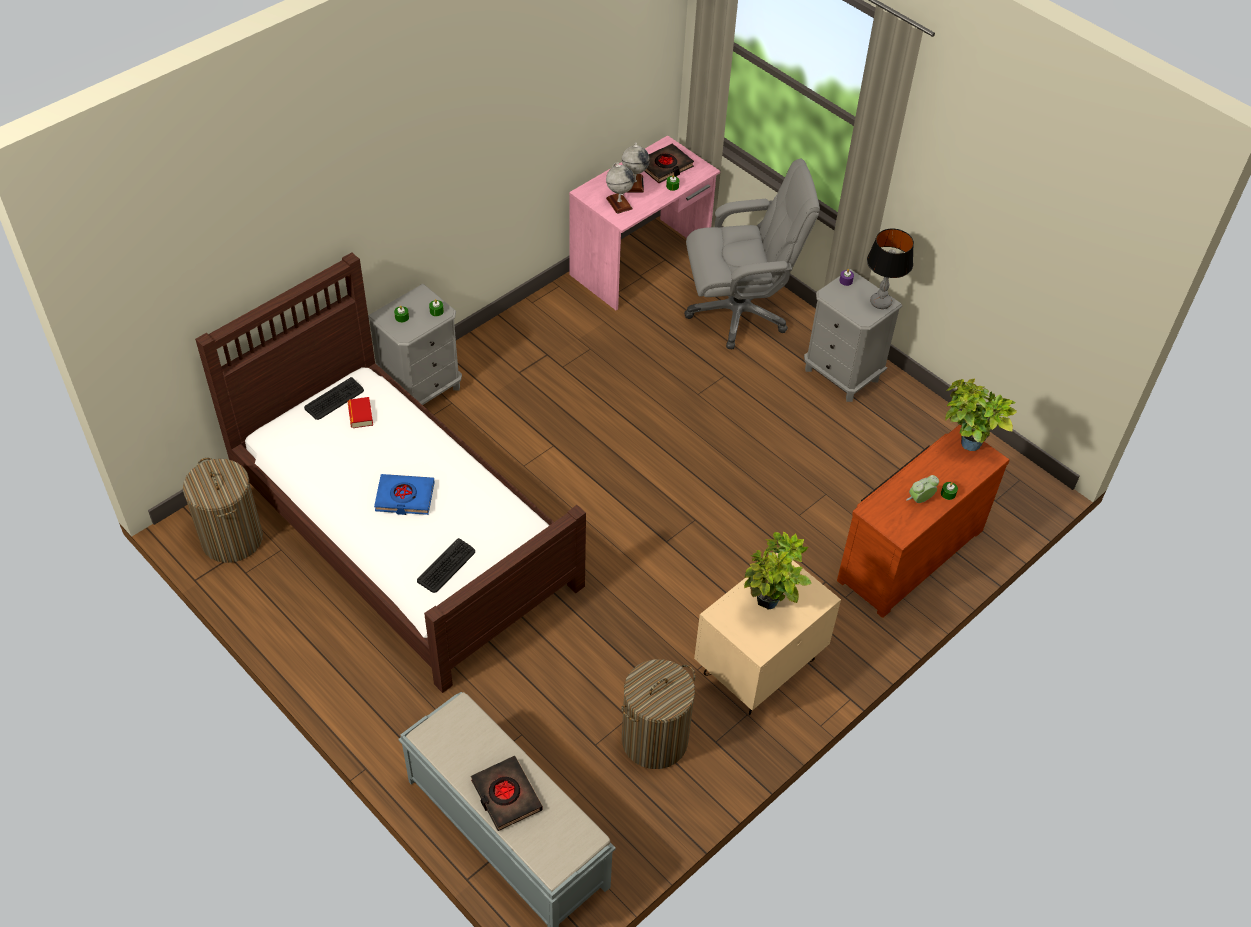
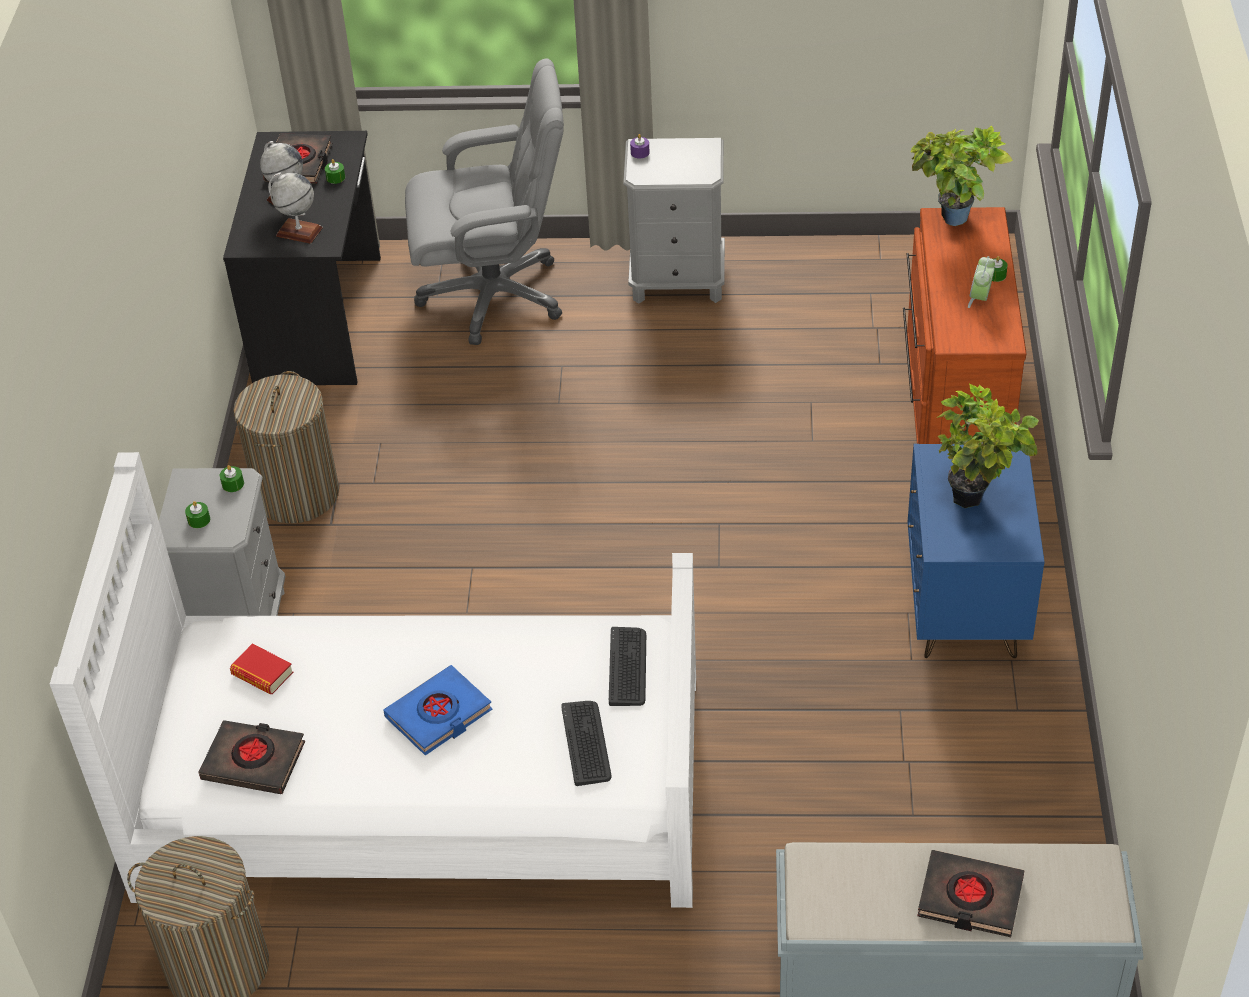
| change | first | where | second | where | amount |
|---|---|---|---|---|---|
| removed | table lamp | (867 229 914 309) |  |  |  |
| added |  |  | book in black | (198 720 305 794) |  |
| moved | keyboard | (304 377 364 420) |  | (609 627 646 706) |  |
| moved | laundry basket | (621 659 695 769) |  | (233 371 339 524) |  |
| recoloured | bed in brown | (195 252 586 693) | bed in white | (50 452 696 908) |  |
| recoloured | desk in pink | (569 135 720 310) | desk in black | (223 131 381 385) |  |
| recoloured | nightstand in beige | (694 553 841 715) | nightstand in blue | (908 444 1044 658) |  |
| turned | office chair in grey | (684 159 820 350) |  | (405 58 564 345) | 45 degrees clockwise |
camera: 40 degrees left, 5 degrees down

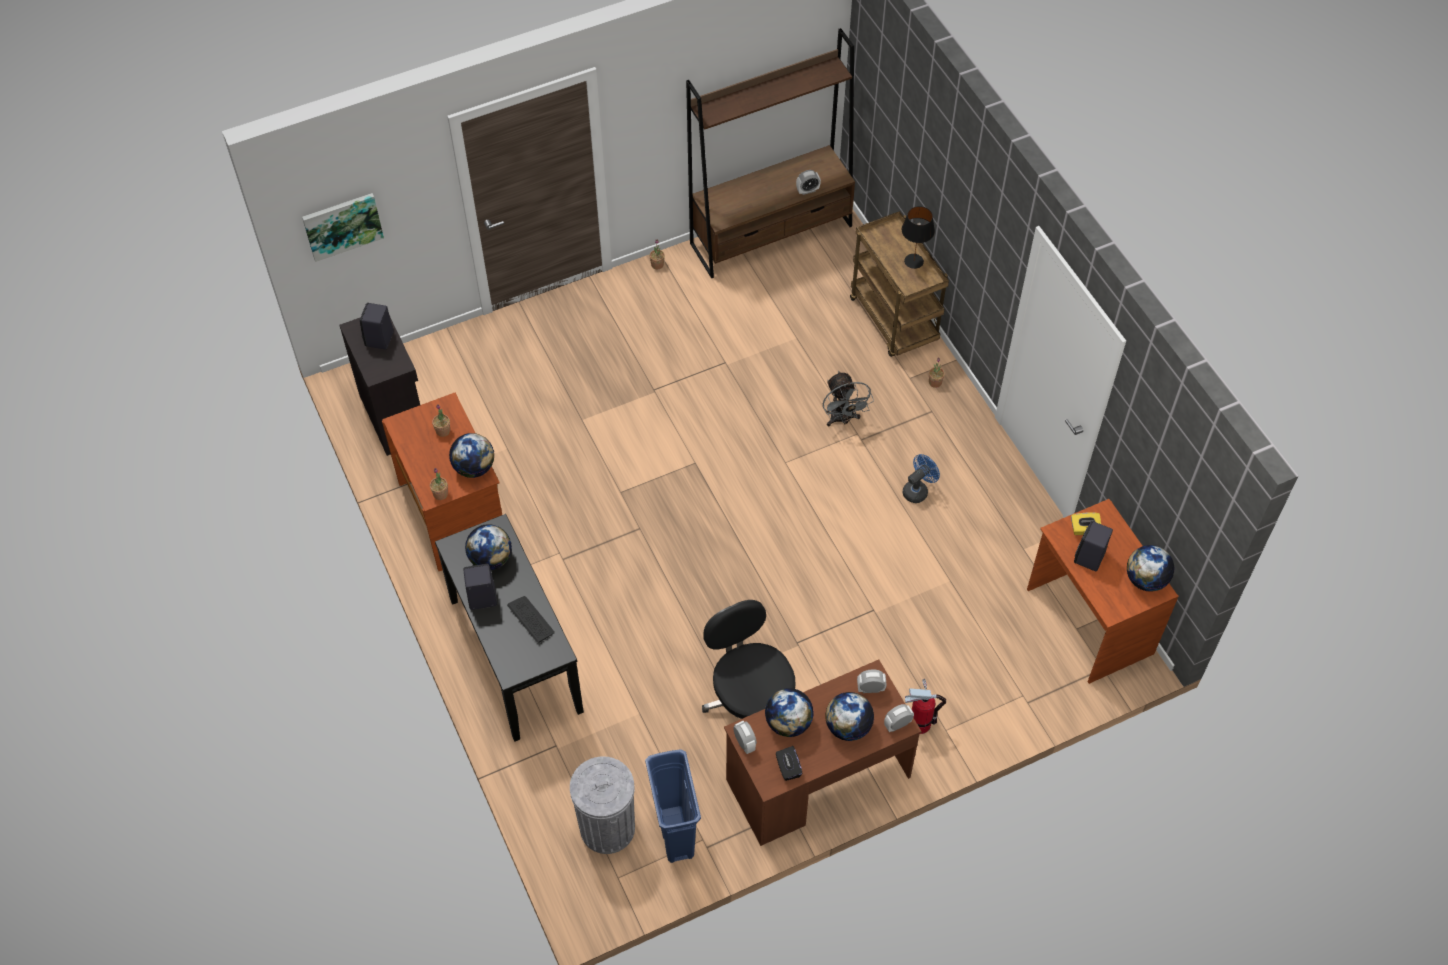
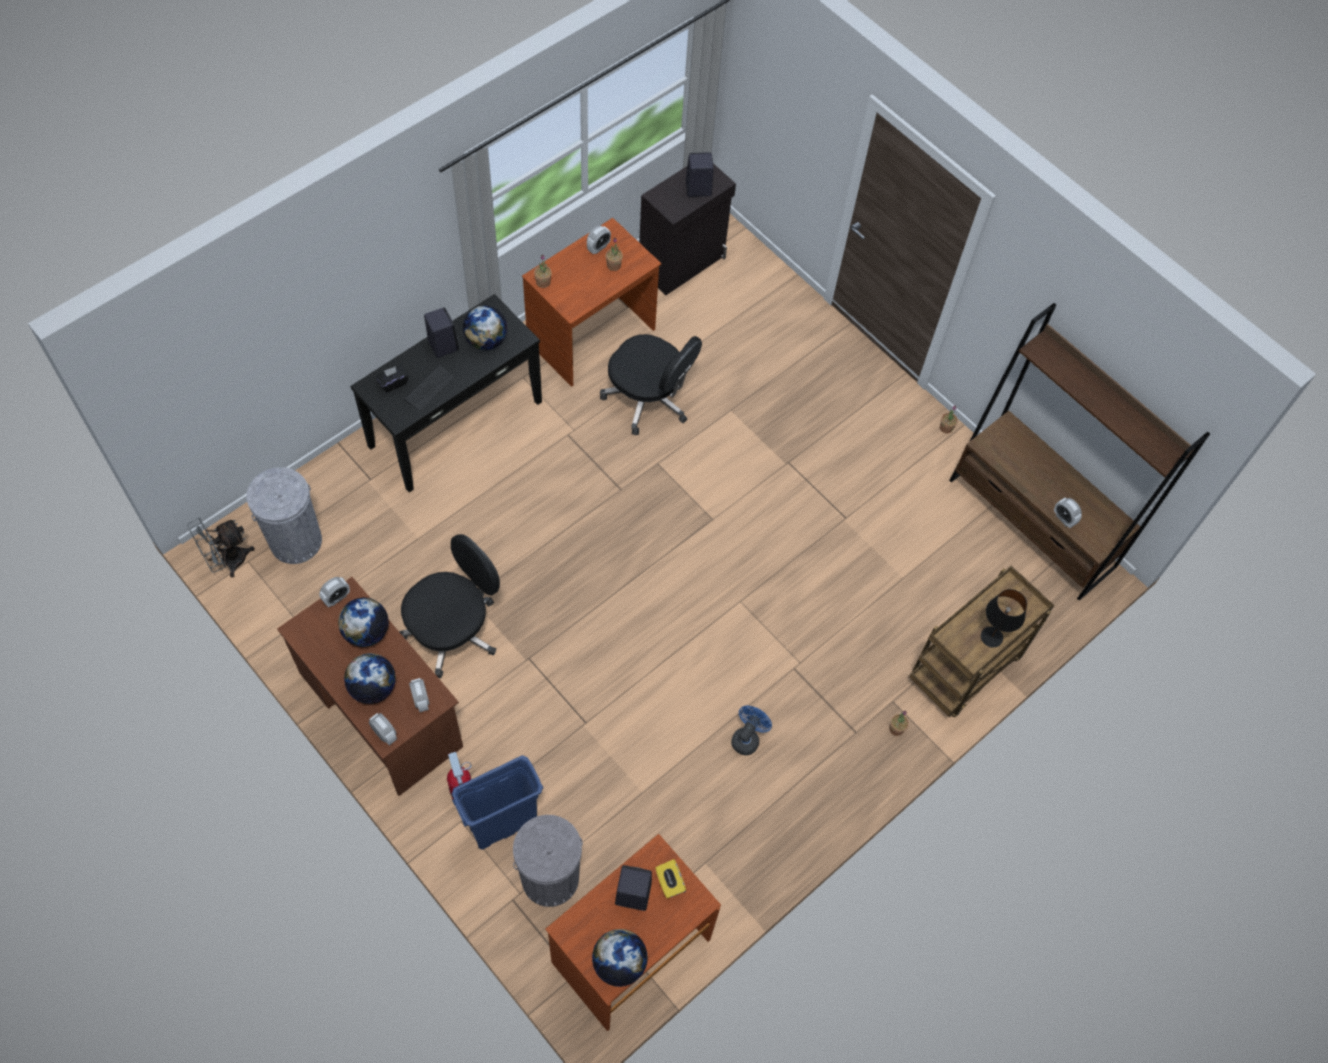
| change | first | where | second | where | amount |
|---|---|---|---|---|---|
| removed | picture | (302 193 384 262) |  |  |  |
| removed | globe | (449 433 494 478) |  |  |  |
| added |  |  | trash can in grey | (513 815 583 907) |  |
| added |  |  | alarm clock | (587 225 611 254) |  |
| added |  |  | office chair in black | (600 334 702 435) |  |
| moved | trash can in blue | (645 749 701 863) |  | (452 755 544 850) |  |
| moved | tissue box in black | (776 746 802 781) |  | (376 365 408 393) |  |
| moved | fan in grey | (823 371 874 426) |  | (187 518 255 578) |  |
| turned | fan in blue | (903 454 940 503) |  | (731 706 772 755) | 90 degrees counterclockwise |
camera: 70 degrees right, 5 degrees up

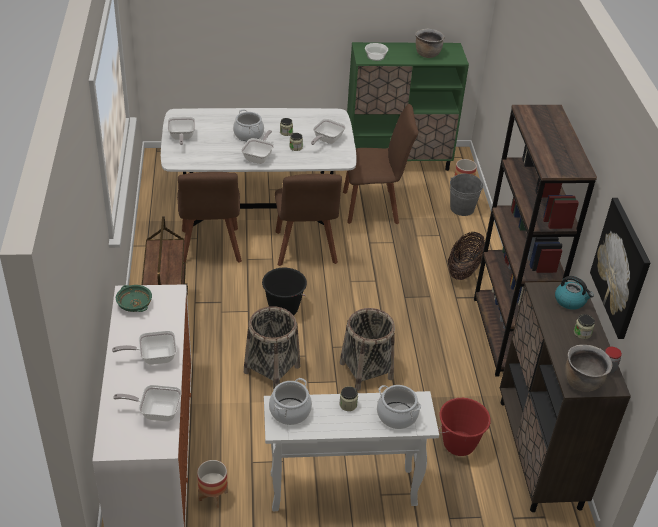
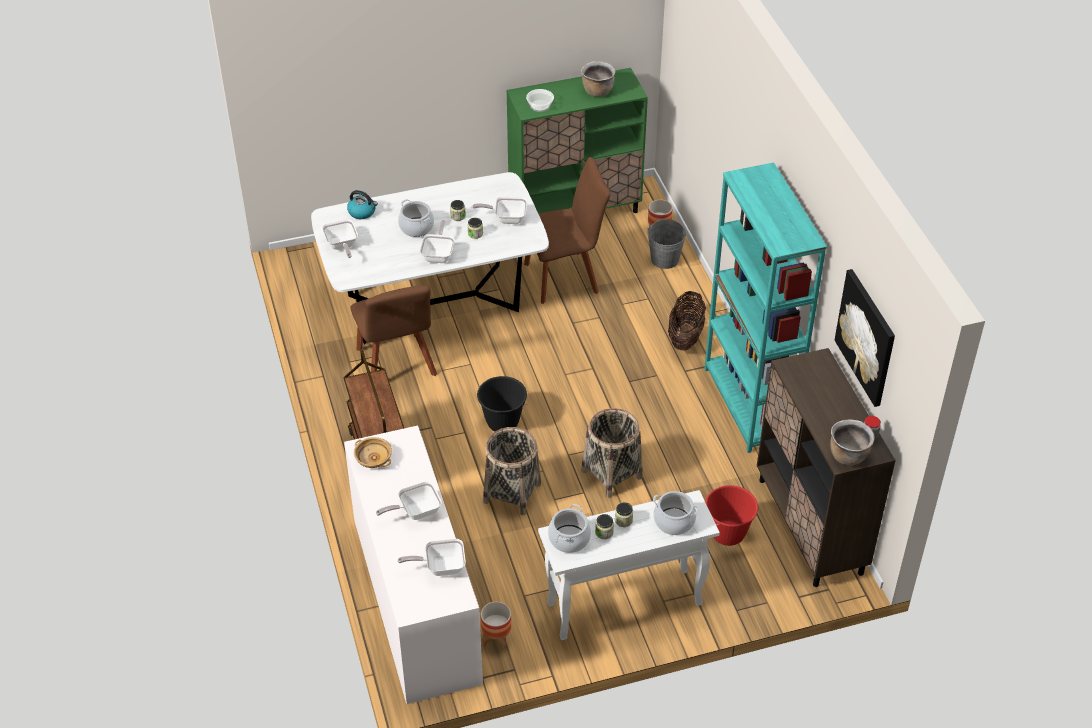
| change | first | where | second | where | amount |
|---|---|---|---|---|---|
| removed | chair in brown | (275 174 342 266) |  |  |  |
| moved | kettle | (555 276 594 310) |  | (347 190 378 219) |  |
| moved | jar | (574 314 595 339) |  | (595 514 614 539) |  |
| recoloured | bowl in green | (116 285 152 312) | bowl in beige | (354 437 392 468) |  |
| recoloured | bookcase in brown | (474 105 597 377) | bookcase in turquoise | (704 163 827 453) |  |
| turned | frying pan | (311 119 346 145) |  | (472 196 527 224) | 75 degrees clockwise |
camera: 10 degrees left, 5 degrees up

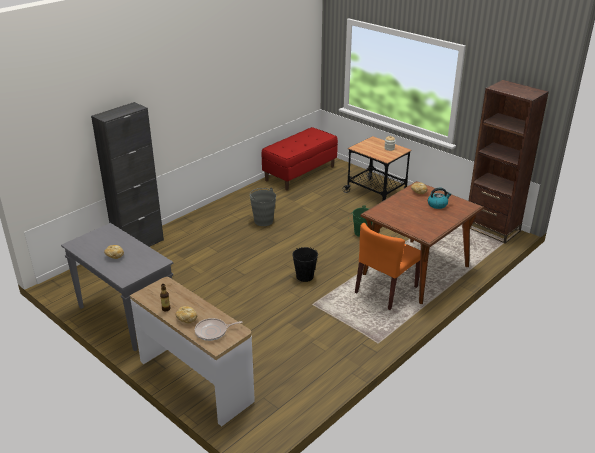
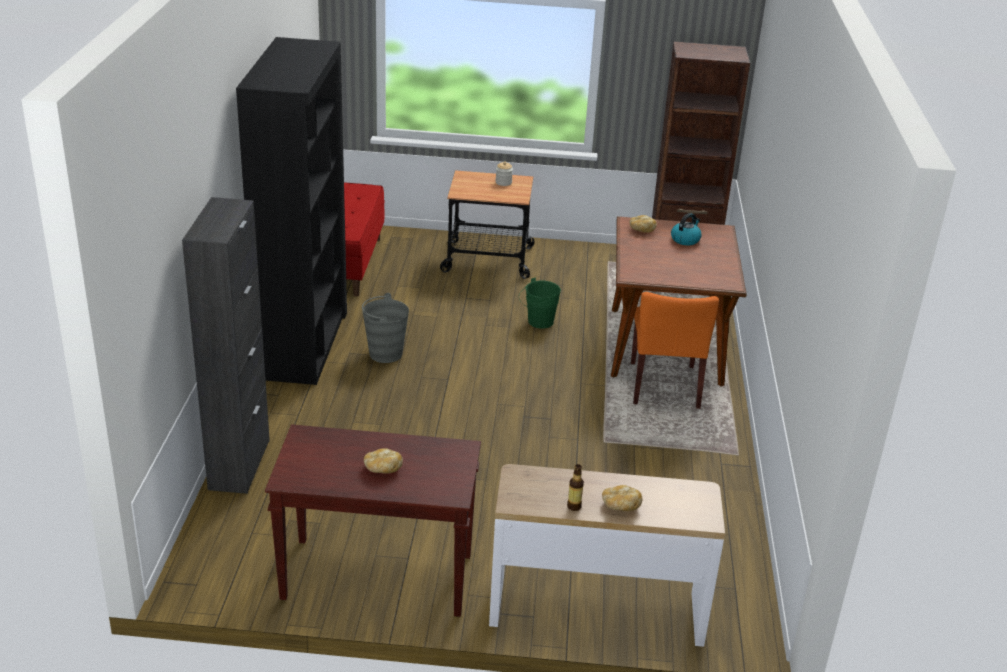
| change | first | where | second | where | amount |
|---|---|---|---|---|---|
| removed | frying pan | (195 318 242 341) |  |  |  |
| removed | bucket in black | (292 247 318 282) |  |  |  |
| added |  |  | bookcase in black | (236 37 347 385) |  |
| recoloured | console table in grey | (61 223 173 351) | console table in brown | (265 424 481 617) |  |
camera: 40 degrees left, 0 degrees up

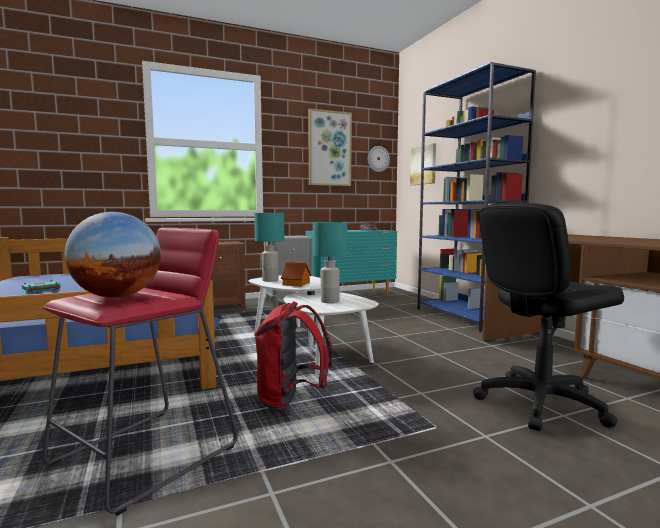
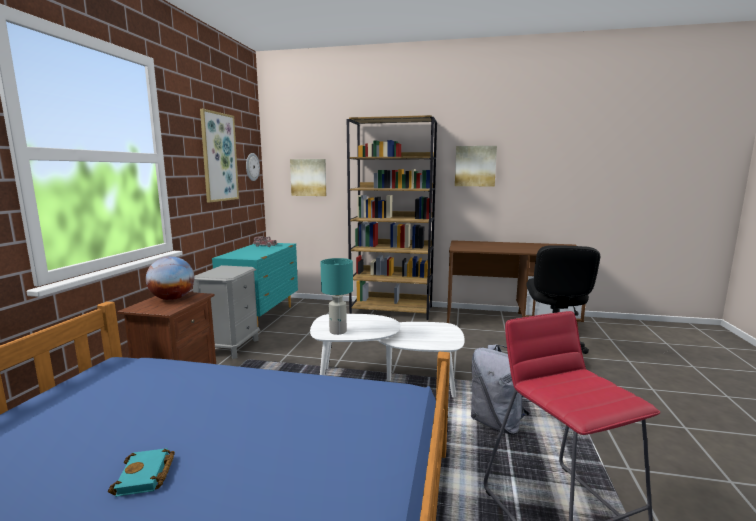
| change | first | where | second | where | amount |
|---|---|---|---|---|---|
| removed | toy house | (281 262 311 287) |  |  |  |
| removed | table lamp in turquoise | (313 222 347 303) |  |  |  |
| added |  |  | picture | (455 146 497 186) |  |
| moved | globe | (65 212 161 298) |  | (146 256 194 300) |  |
| recoloured | backpack in red | (254 301 333 410) | backpack in grey | (471 344 531 435) |  |
| recoloured | bookcase in blue | (418 62 536 332) | bookcase in brown | (347 115 437 320) |  |
camera: 55 degrees left, 5 degrees up

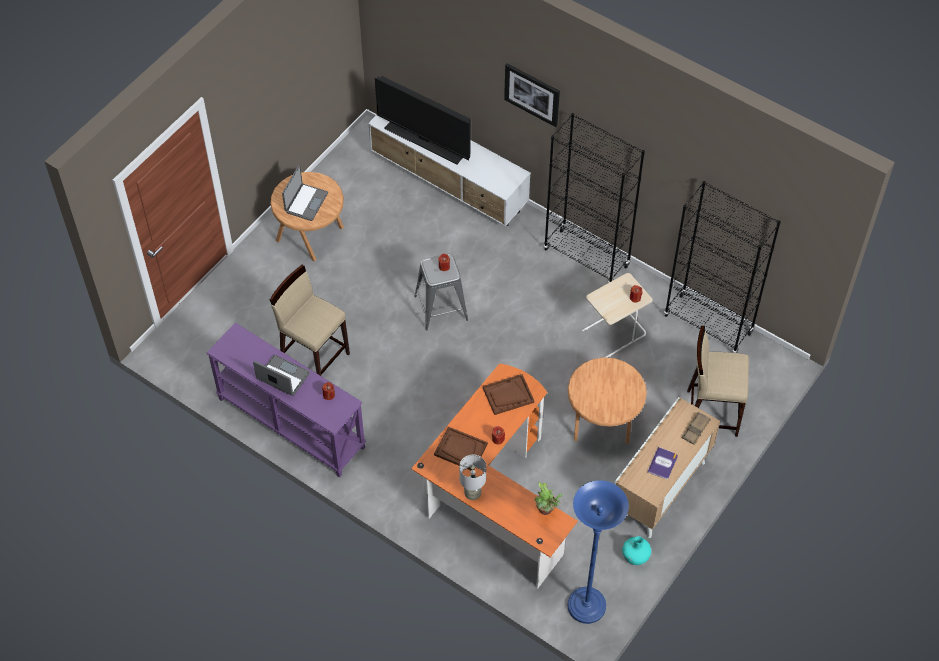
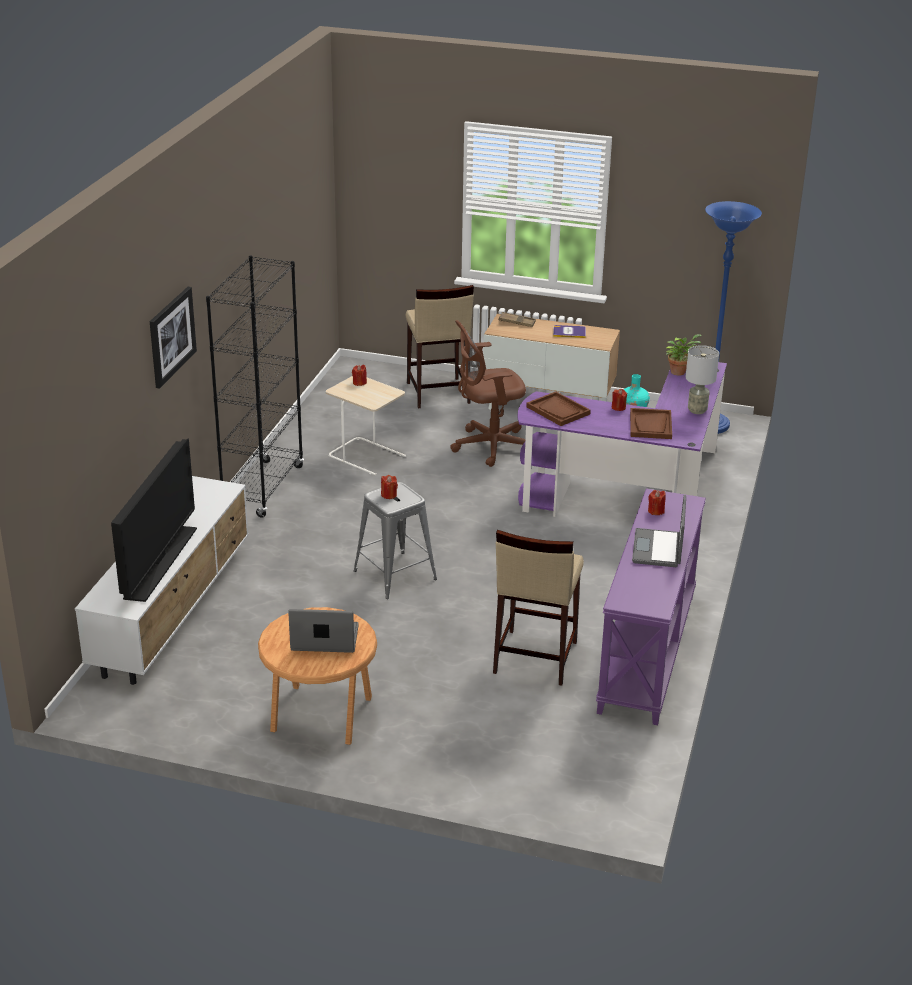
| change | first | where | second | where | amount |
|---|---|---|---|---|---|
| removed | bookcase in black | (664 181 781 353) |  |  |  |
| replaced | side table in brown | (568 357 647 444) | office chair in brown | (450 320 526 467) |  |
| recoloured | desk in orange | (411 364 578 589) | desk in purple | (518 362 727 517) |  |
camera: 110 degrees left, 25 degrees down

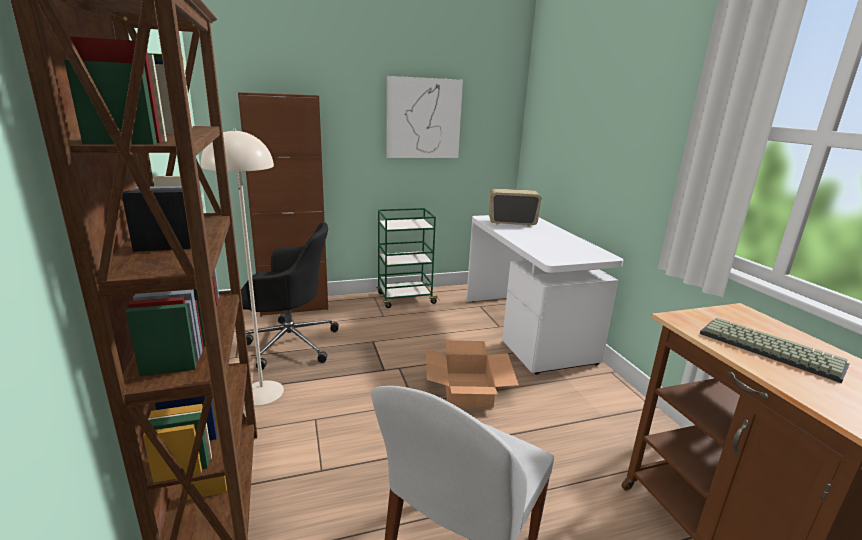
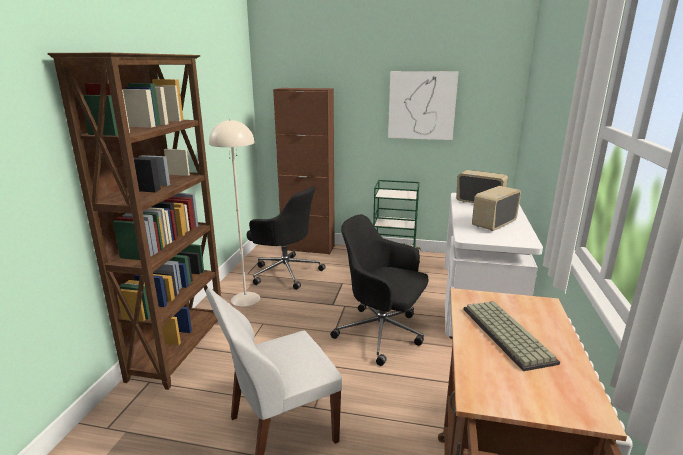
| change | first | where | second | where | amount |
|---|---|---|---|---|---|
| added |  |  | radio | (472 186 521 231) |  |
| replaced | cardboard box | (426 340 519 408) | office chair in black | (330 215 429 366) |  |
camera: 30 degrees right, 0 degrees up

